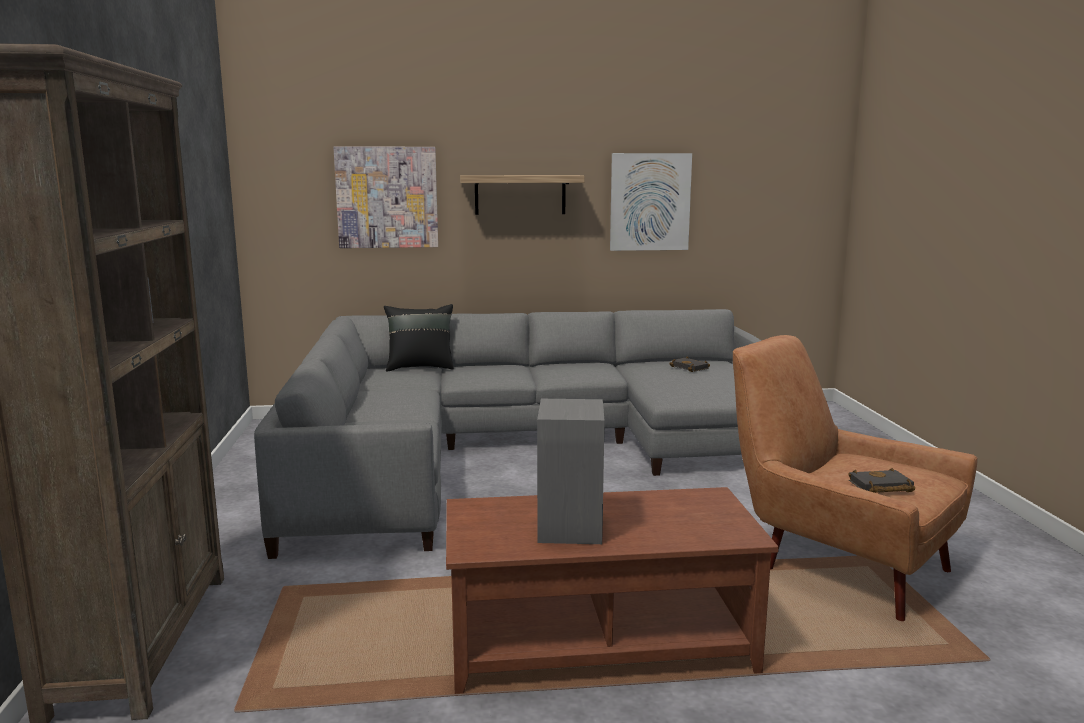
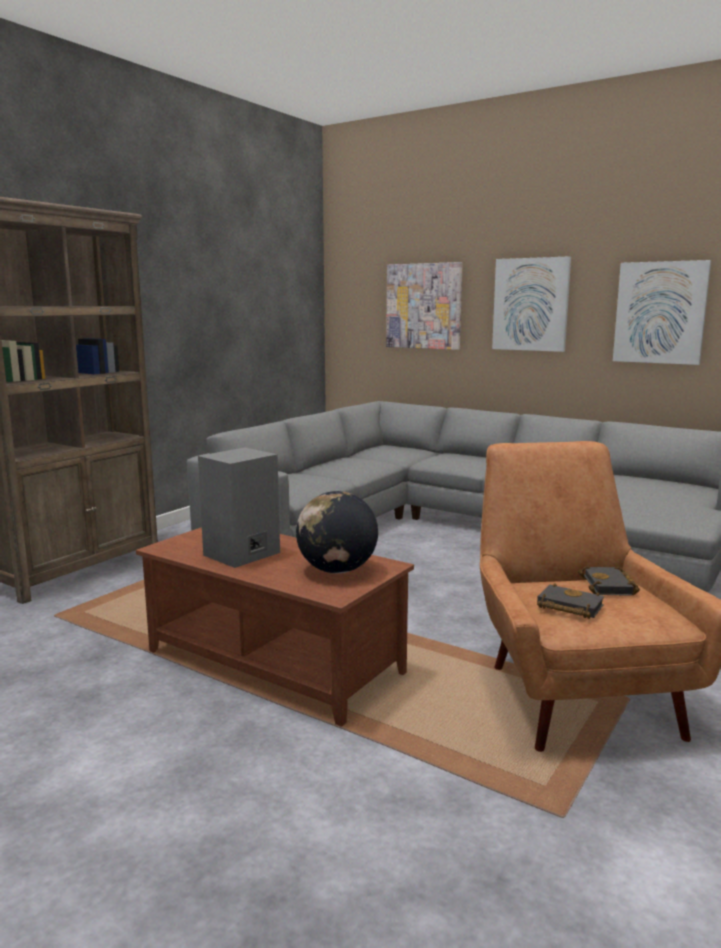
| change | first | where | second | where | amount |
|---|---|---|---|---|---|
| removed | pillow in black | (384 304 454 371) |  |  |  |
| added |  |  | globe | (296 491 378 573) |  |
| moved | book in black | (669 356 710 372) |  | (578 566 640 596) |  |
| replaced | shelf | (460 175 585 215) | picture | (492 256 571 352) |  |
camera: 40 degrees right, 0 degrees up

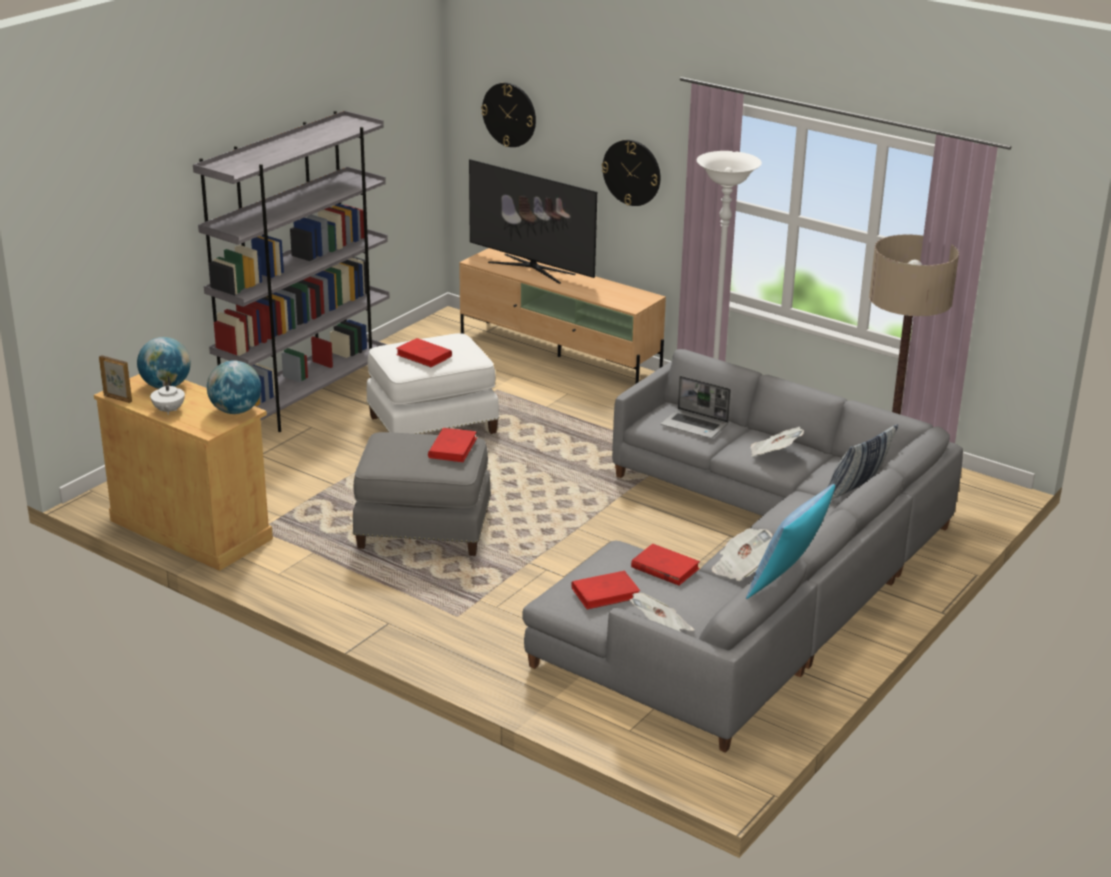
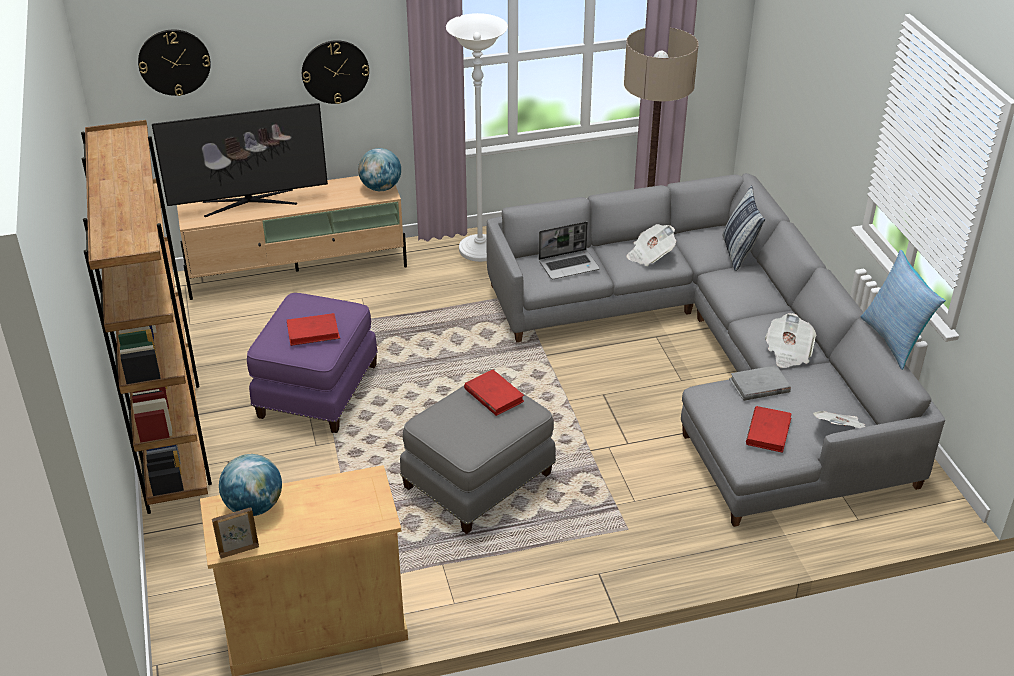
| change | first | where | second | where | amount |
|---|---|---|---|---|---|
| removed | teapot in white | (150 376 185 415) |  |  |  |
| moved | globe | (207 360 261 414) |  | (358 148 401 191) |  |
| recoloured | bookcase in grey | (193 111 390 432) | bookcase in brown | (81 120 212 514) |  |
| recoloured | ottoman in white | (366 333 499 434) | ottoman in purple | (247 293 378 433) |  |
| recoloured | book in red | (631 544 700 586) | book in grey | (729 365 791 401) |  |
camera: 50 degrees left, 10 degrees up

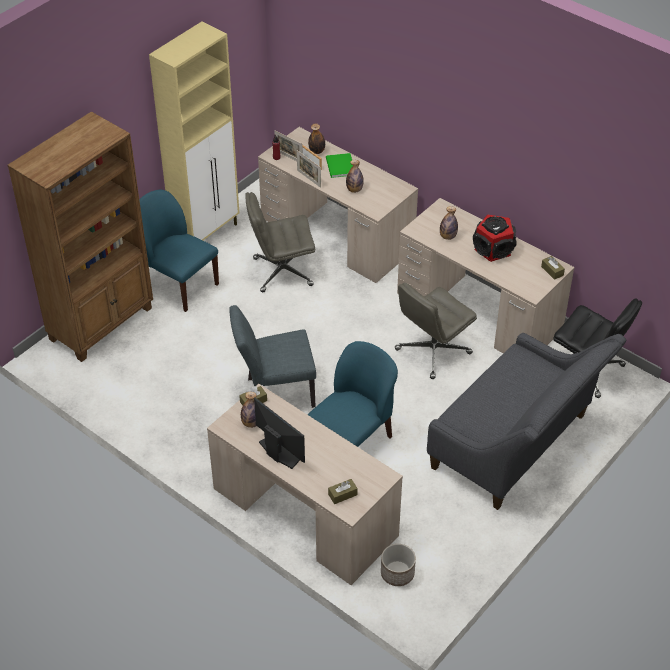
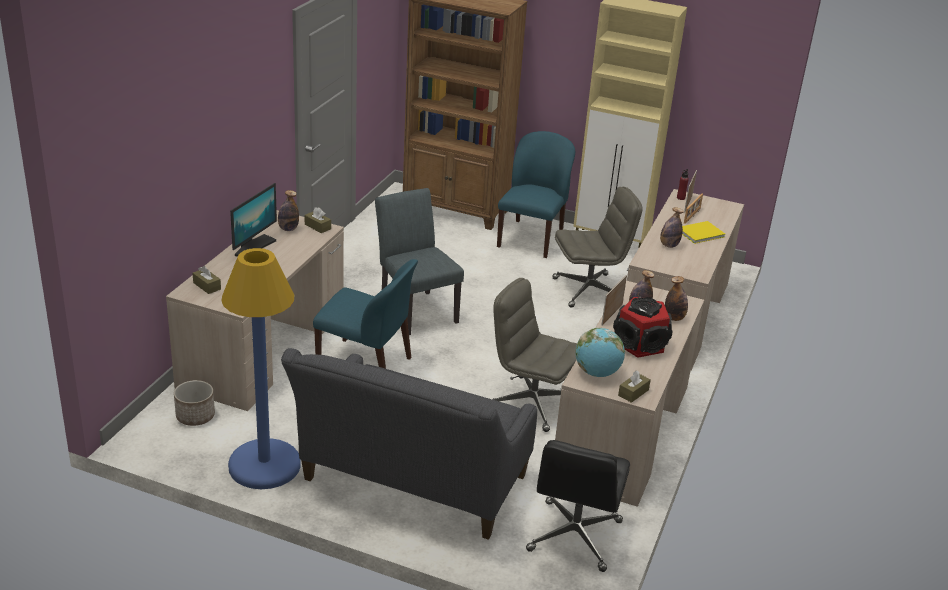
| change | first | where | second | where | amount |
|---|---|---|---|---|---|
| added |  |  | floor lamp in blue | (221 248 301 489) |  |
| added |  |  | globe | (575 328 625 377) |  |
| moved | picture frame | (297 150 321 188) |  | (602 275 627 325) |  |
| moved | bottle | (308 123 325 154) |  | (665 276 688 321) |  |
| recoloured | book in green | (326 153 353 178) | book in yellow | (682 221 725 244) |  |
| turned | office chair in grey | (245 192 316 293) |  | (552 187 643 308) | 105 degrees clockwise |
camera: 70 degrees right, 15 degrees down

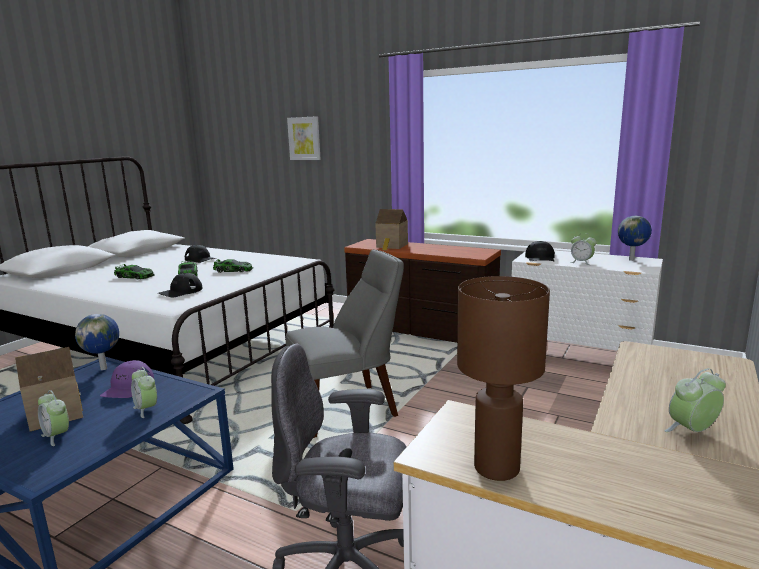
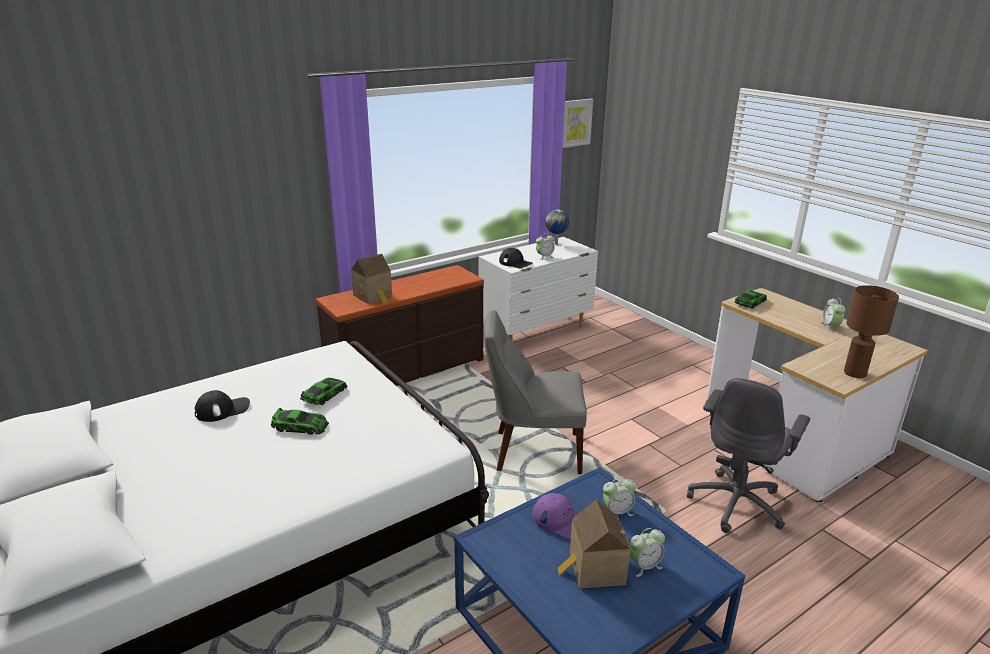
| change | first | where | second | where | amount |
|---|---|---|---|---|---|
| removed | globe | (75 314 119 370) |  |  |  |
| removed | cap in black | (158 273 202 297) |  |  |  |
| moved | toy car | (114 264 155 279) |  | (735 290 767 309) |  |
| moved | picture | (287 116 321 160) |  | (563 99 593 148) |  |
| turned | chair in grey | (286 250 404 438) |  | (484 310 587 474) | 90 degrees counterclockwise |
camera: 65 degrees left, 10 degrees up

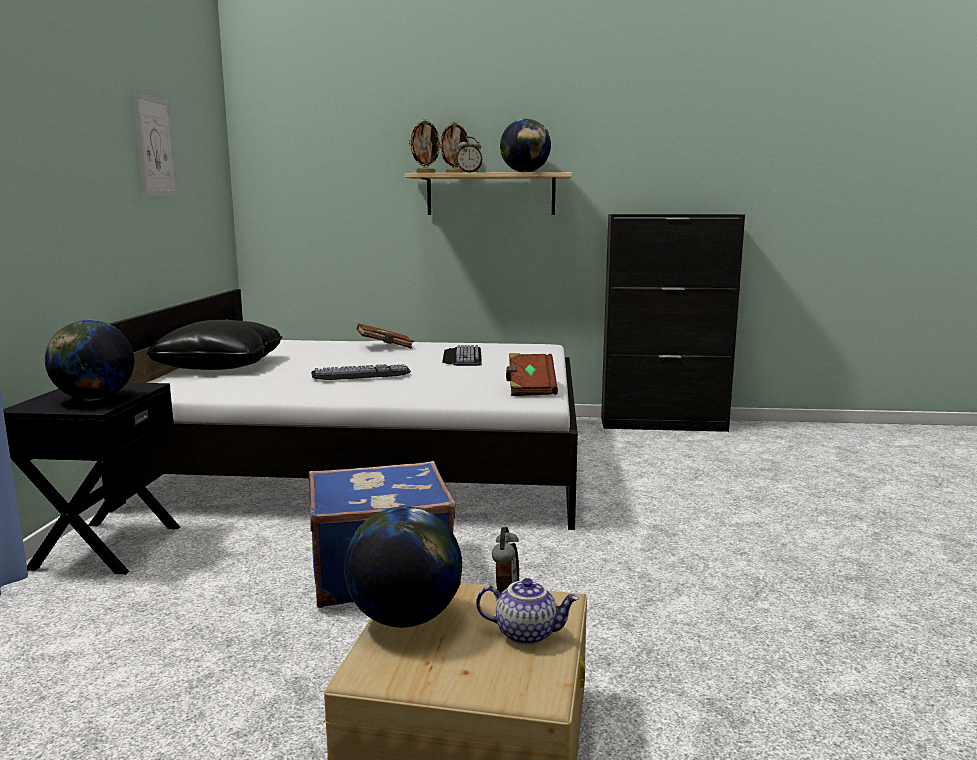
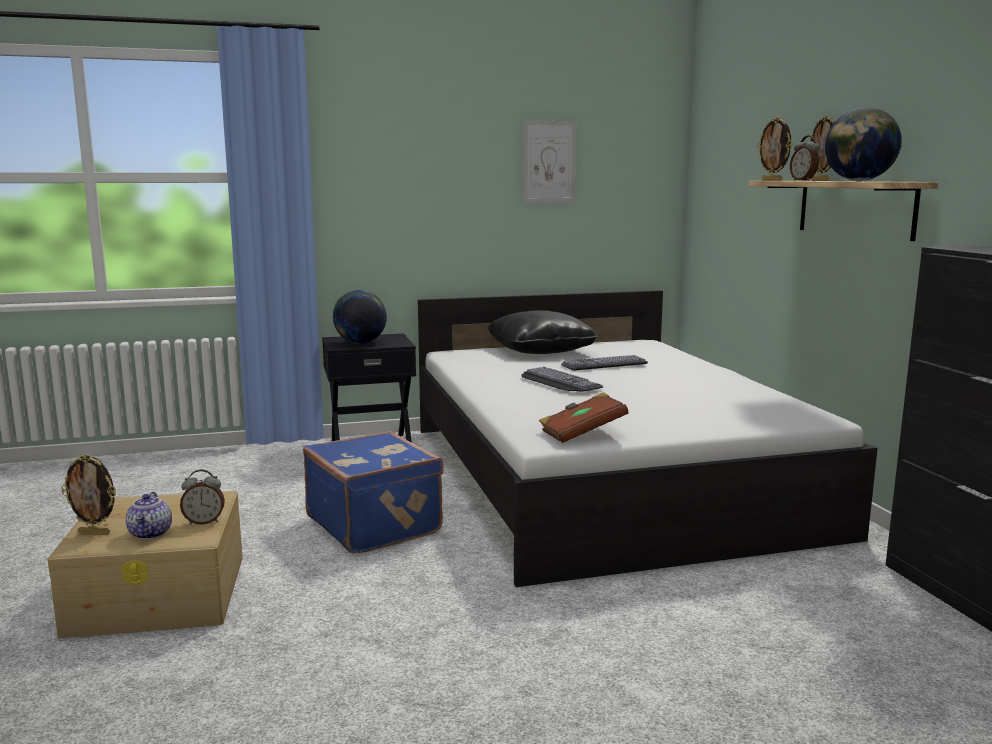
| change | first | where | second | where | amount |
|---|---|---|---|---|---|
| removed | globe | (344 506 462 628) |  |  |  |
| removed | book in brown | (356 323 414 349) |  |  |  |
| added |  |  | picture frame | (61 454 117 535) |  |
| moved | keyboard | (442 345 482 366) |  | (561 355 648 370) |  |
camera: 70 degrees right, 0 degrees up

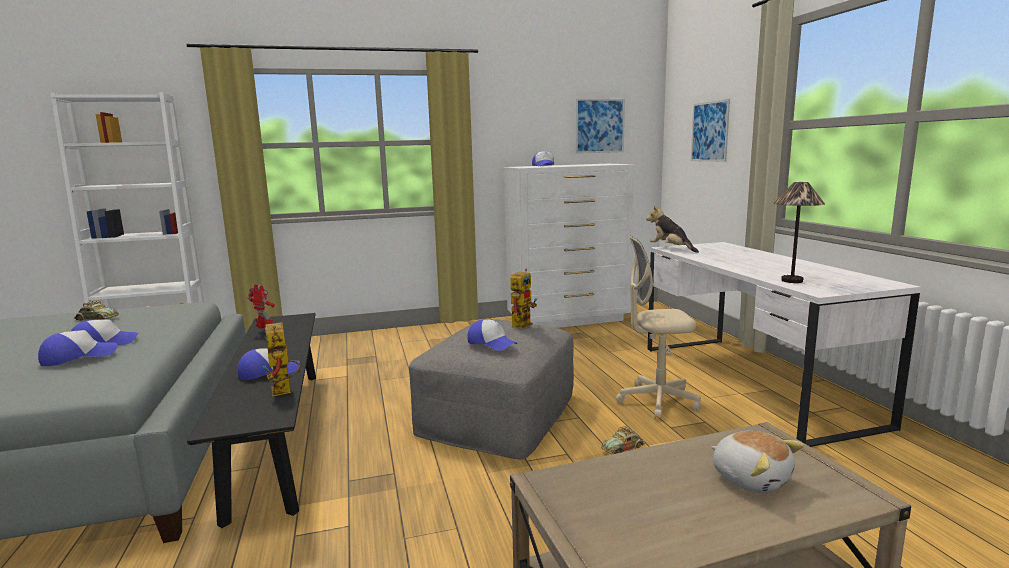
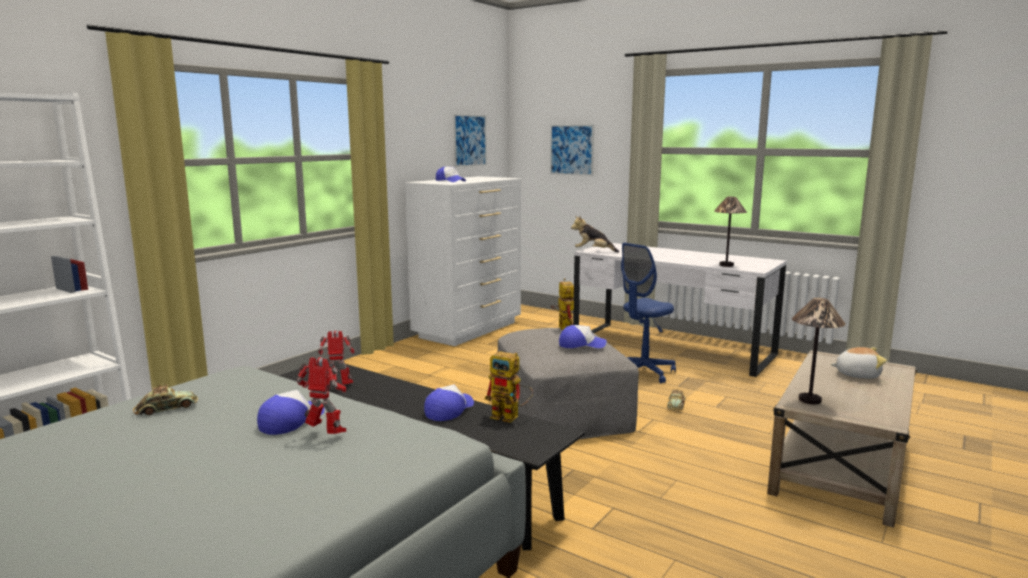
| change | first | where | second | where | amount |
|---|---|---|---|---|---|
| added |  |  | table lamp | (792 298 845 405) |  |
| replaced | cap | (38 330 117 366) | toy robot | (297 357 346 434) |  |
| recoloured | office chair in beige | (616 236 701 419) | office chair in blue | (621 243 676 383) |  |
camera: 40 degrees left, 0 degrees up

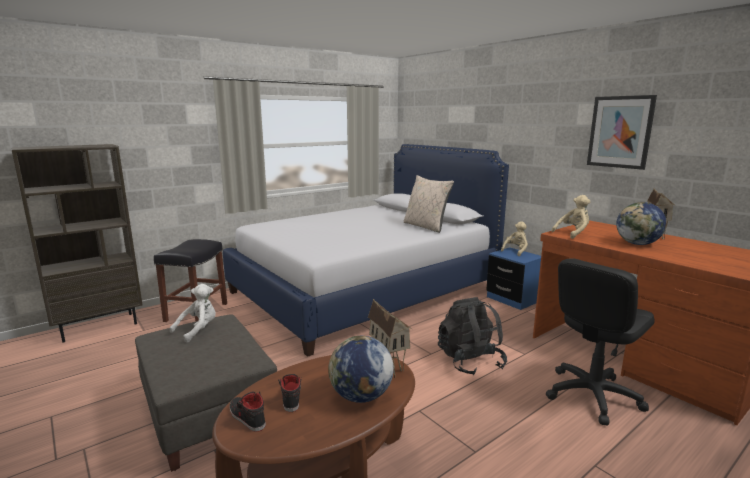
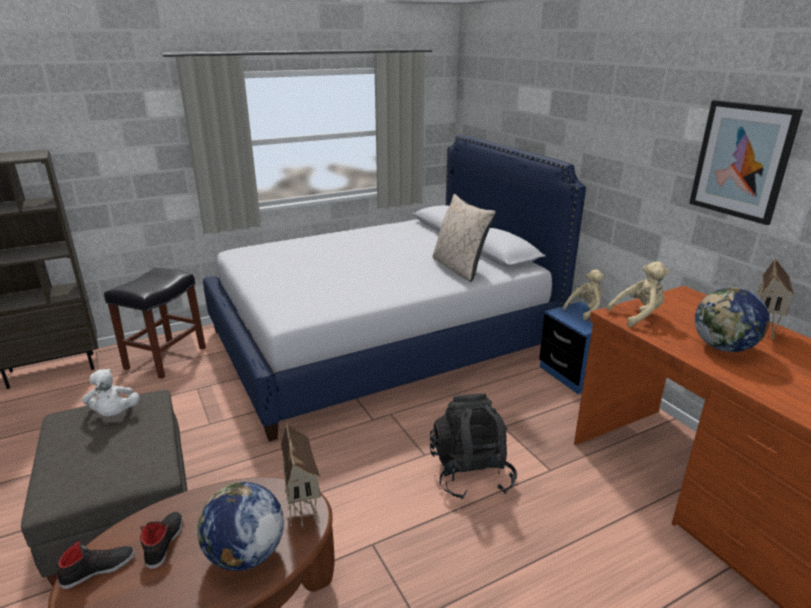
| change | first | where | second | where | amount |
|---|---|---|---|---|---|
| removed | office chair in black | (546 258 655 426) |  |  |  |
| turned | plush toy in white | (170 284 216 343) |  | (82 369 140 417) | 105 degrees clockwise |
| turned | shoe in black | (230 391 266 432) |  | (56 540 135 589) | 90 degrees clockwise |
camera: 10 degrees right, 10 degrees up

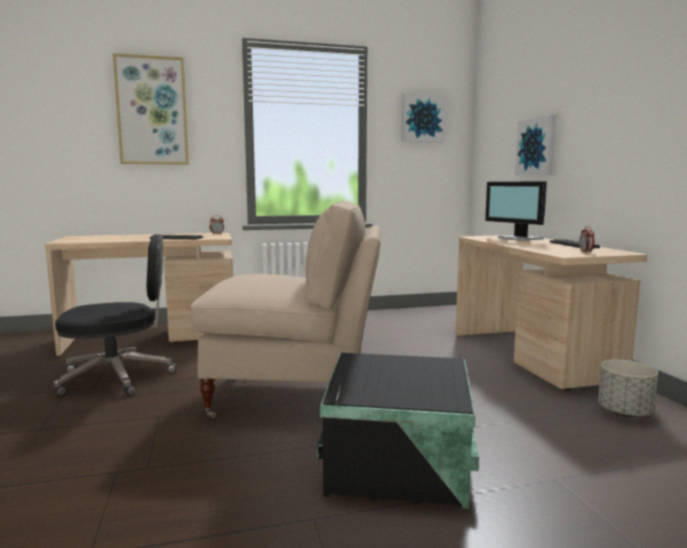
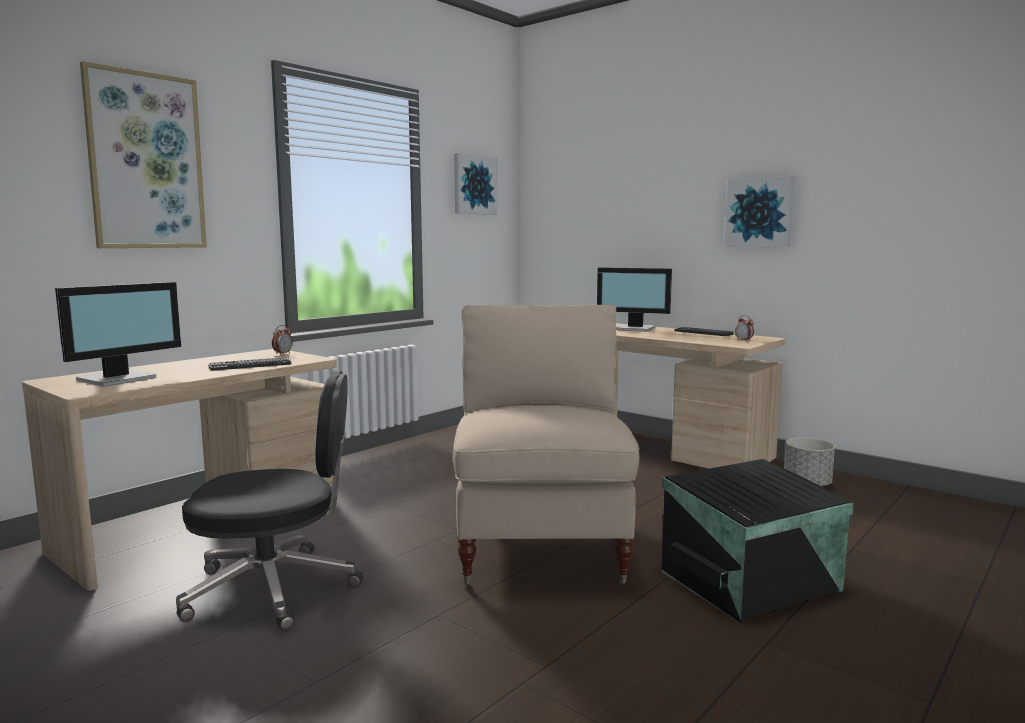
| change | first | where | second | where | amount |
|---|---|---|---|---|---|
| added |  |  | monitor | (55 282 181 387) |  |
| moved | picture | (515 115 556 176) |  | (724 176 797 247) |  |
| turned | office chair in black | (54 234 177 396) |  | (176 371 363 631) | 45 degrees clockwise |
| turned | chair in beige | (191 201 381 418) |  | (453 305 639 585) | 60 degrees counterclockwise |
camera: 35 degrees left, 0 degrees up

